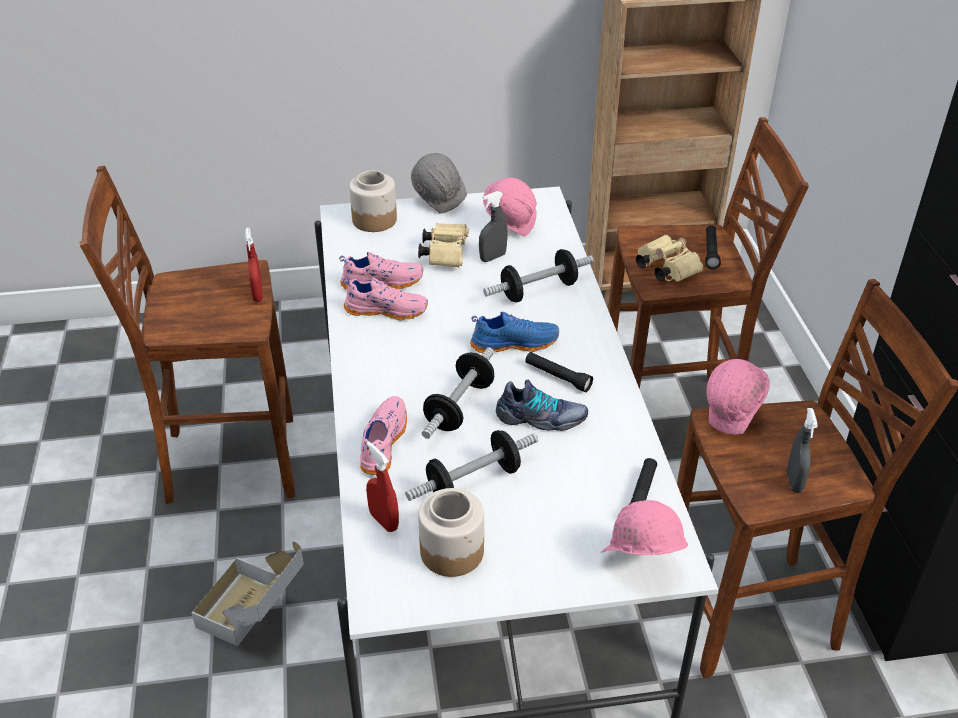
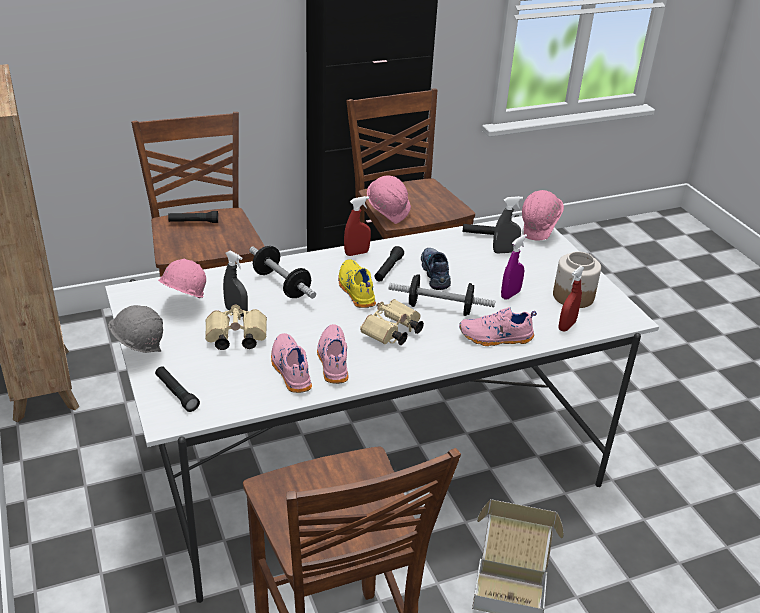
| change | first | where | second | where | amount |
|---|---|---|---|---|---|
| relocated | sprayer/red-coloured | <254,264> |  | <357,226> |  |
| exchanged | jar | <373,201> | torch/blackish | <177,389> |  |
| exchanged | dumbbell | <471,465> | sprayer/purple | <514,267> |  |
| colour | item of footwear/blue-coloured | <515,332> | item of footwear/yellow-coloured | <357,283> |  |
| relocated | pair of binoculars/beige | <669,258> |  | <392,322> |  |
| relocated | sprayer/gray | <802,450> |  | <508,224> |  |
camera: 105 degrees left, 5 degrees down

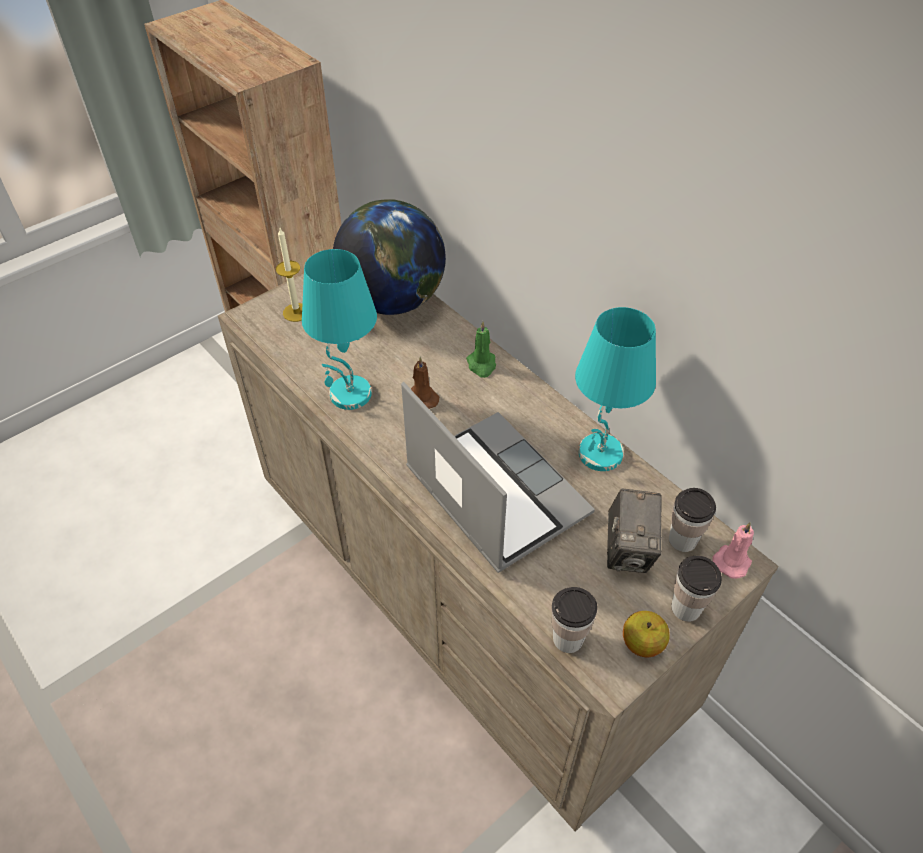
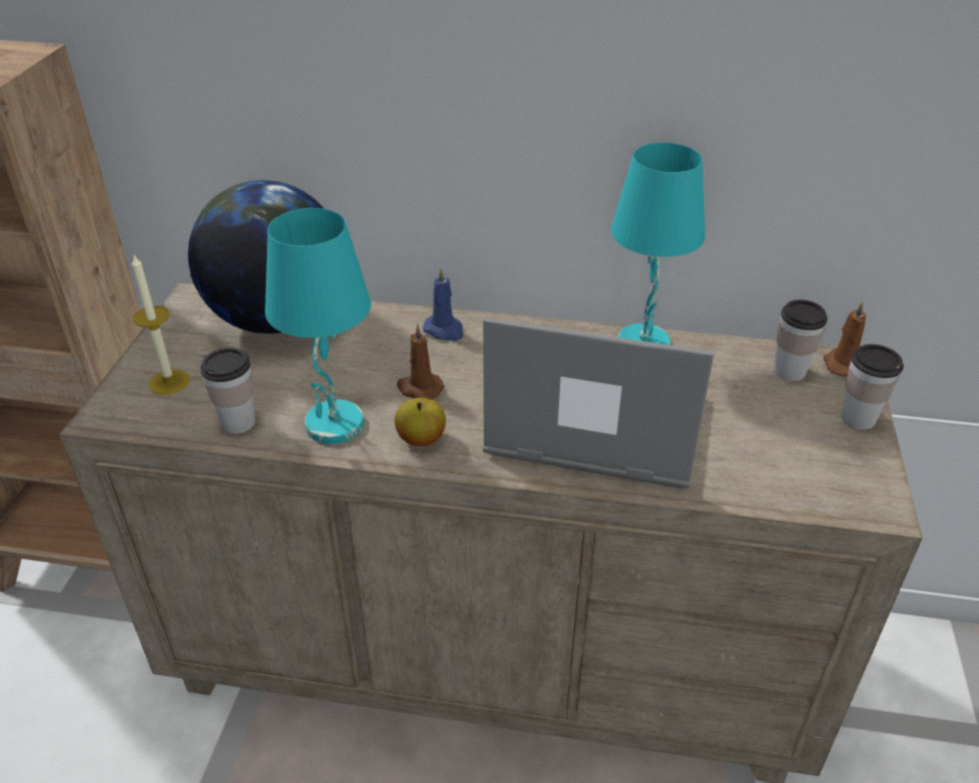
| change | first | where | second | where | amount |
|---|---|---|---|---|---|
| colour | wax light/greenish | <481,349> | wax light/blue-coloured | <442,304> |  |
| relocated | cup | <575,620> |  | <227,391> |  |
| missing | photo camera | <634,531> |  |  |  |
| relocated | apple | <646,634> |  | <420,422> |  |
| colour | wax light/pinkish | <733,550> | wax light/brown | <845,338> |  |
camera: 40 degrees left, 10 degrees down

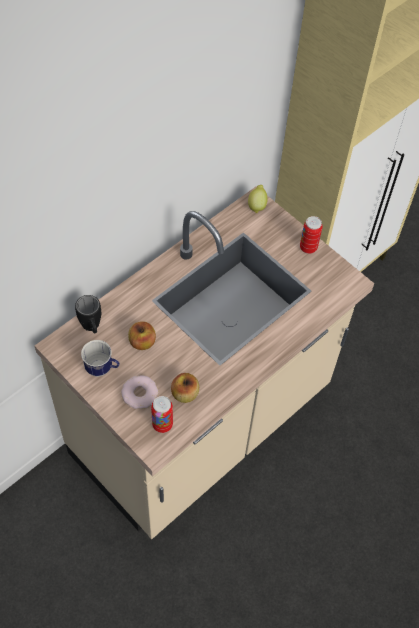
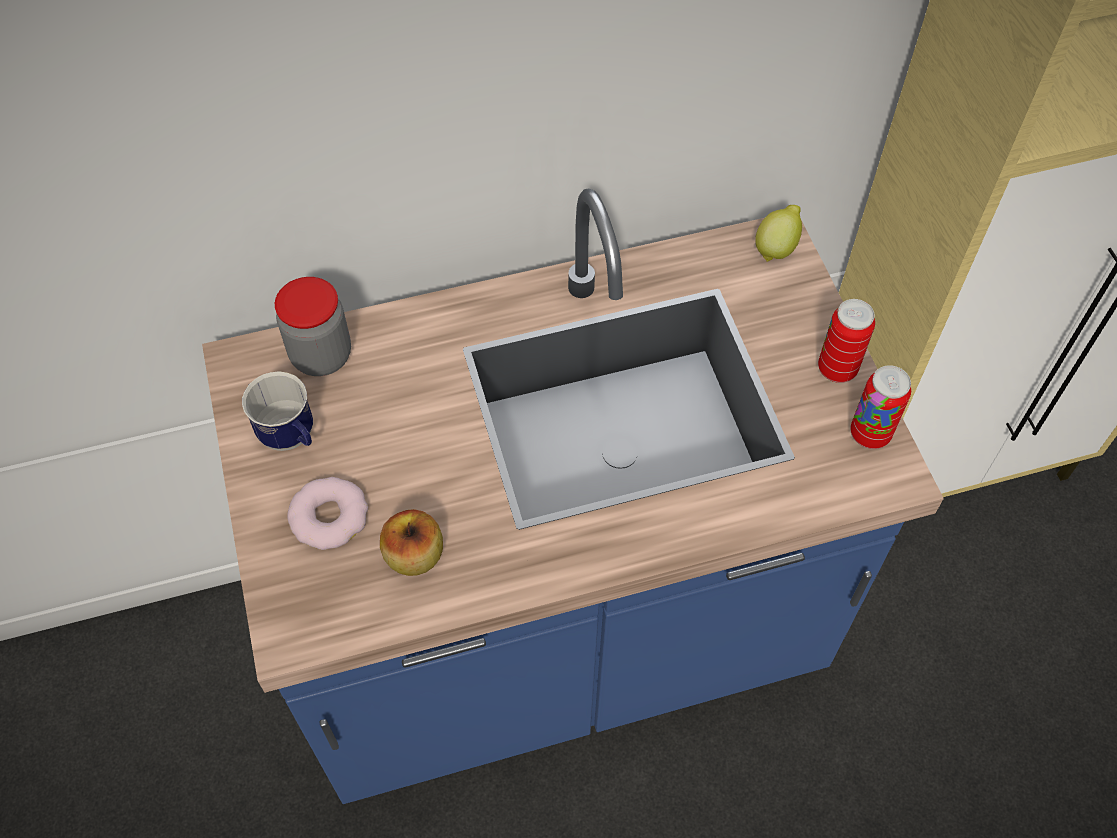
| change | first | where | second | where | amount |
|---|---|---|---|---|---|
| colour | counter/beige | <204,362> | counter/blue-coloured | <573,496> |  |
| exchanged | tea mug/blackish | <88,314> | jar | <313,326> |  |
| missing | apple | <142,335> |  |  |  |
| relocated | metal can | <162,414> |  | <880,407> |  |
camera: 30 degrees right, 0 degrees up

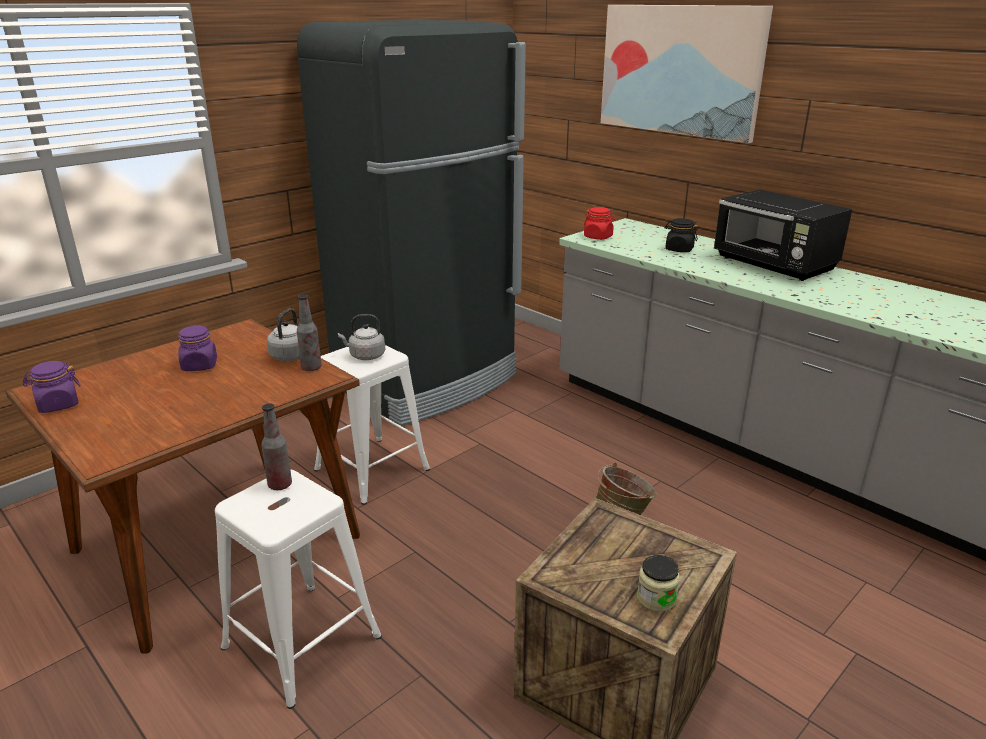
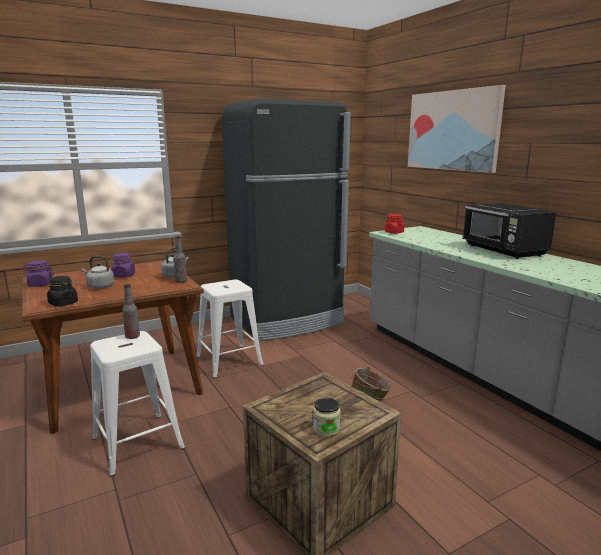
| change | first | where | second | where | amount |
|---|---|---|---|---|---|
| relocated | kettle/gray | <361,337> |  | <98,272> |  |
| relocated | jar/blackish | <681,235> |  | <62,291> |  |
camera: 15 degrees right, 10 degrees down

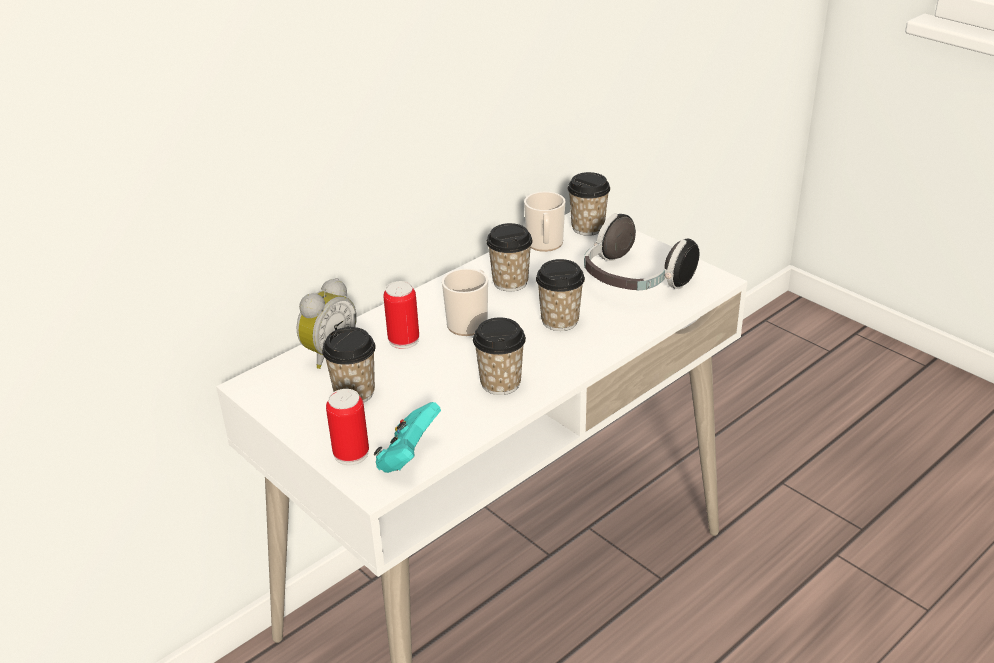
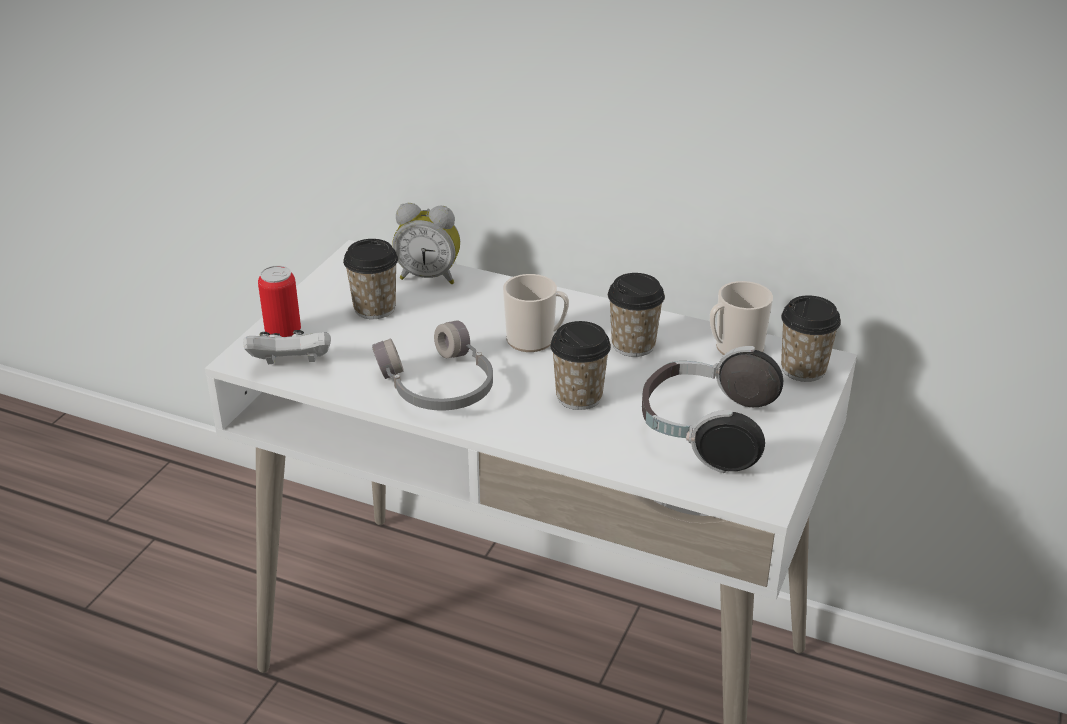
| change | first | where | second | where | amount |
|---|---|---|---|---|---|
| colour | game controller/turquoise-coloured | <407,437> | game controller/white-coloured | <287,347> |  |
| missing | metal can | <401,315> |  |  |  |
| exchanged | cup | <499,356> | pair of headphones/gray | <432,365> |  |
camera: 65 degrees right, 0 degrees up

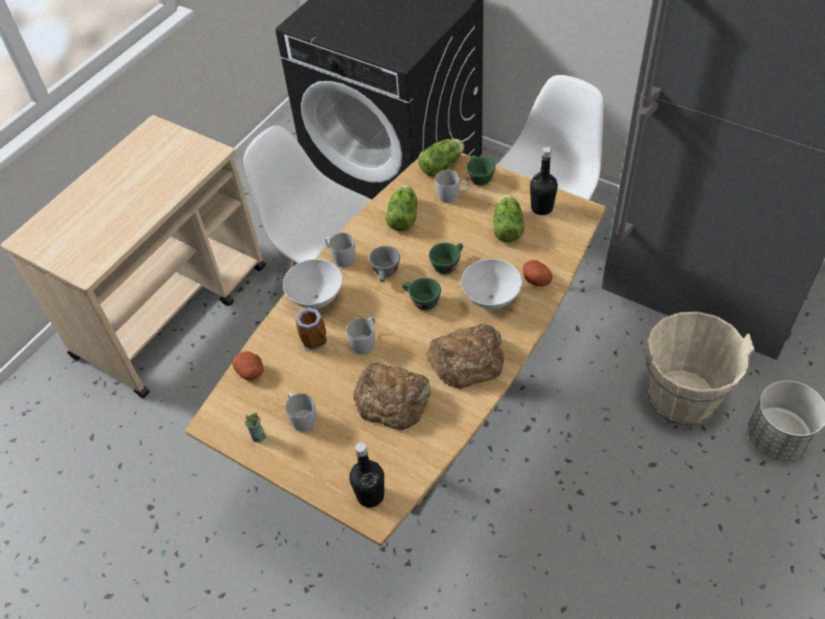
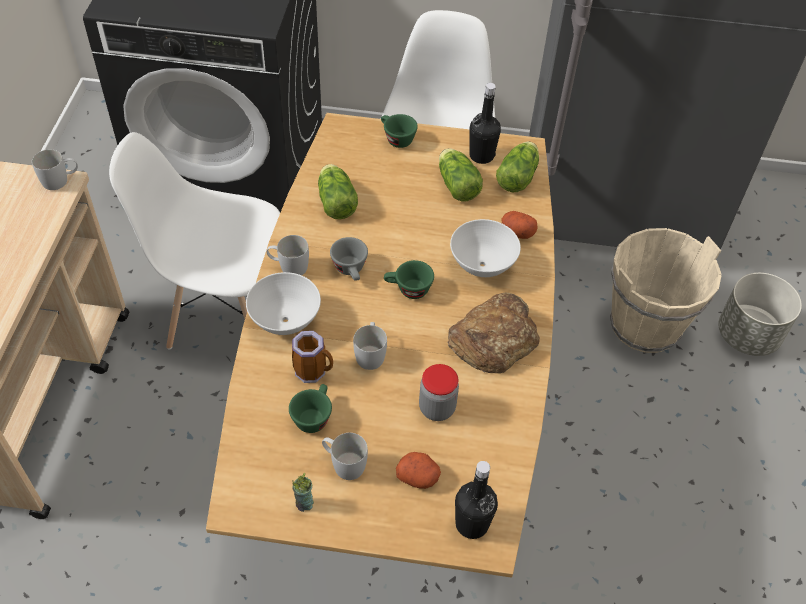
| change | first | where | second | where | amount |
|---|---|---|---|---|---|
| relocated | spud | <248,365> |  | <418,470> |  |
| exchanged | bread | <392,396> | jar | <439,392> |  |
| relocated | head of lettuce | <441,157> |  | <517,166> |  |
| relocated | cup/greenish | <446,258> |  | <310,408> |  |
| relocated | tea mug/white-coloured | <452,186> |  | <55,169> |  |
camera: 30 degrees left, 0 degrees up

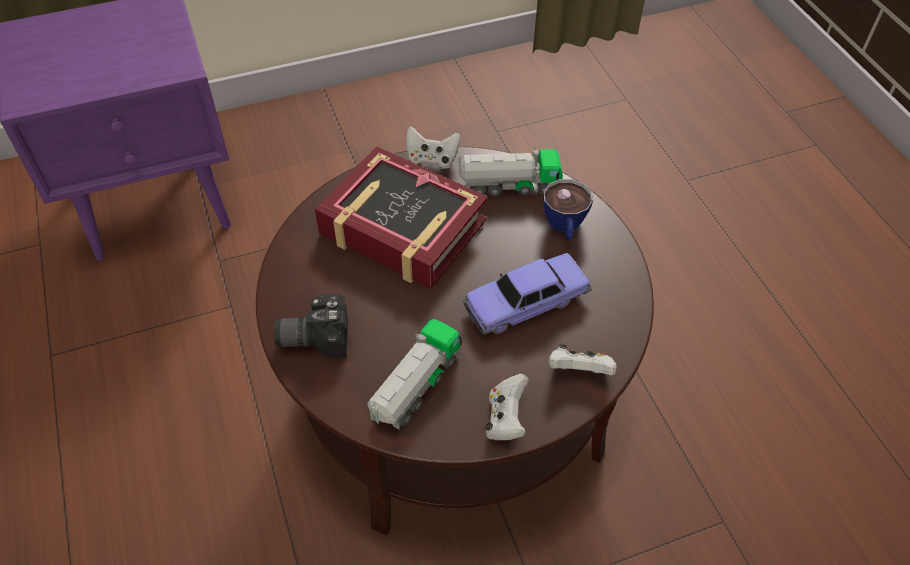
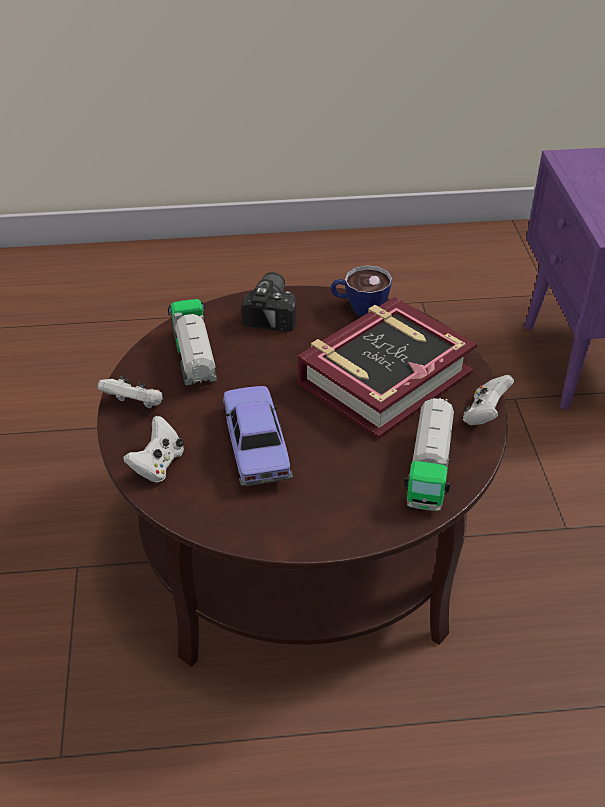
| change | first | where | second | where | amount |
|---|---|---|---|---|---|
| spun | model truck | <414,374> |  | <192,342> | 150 degrees counterclockwise |
| relocated | cup | <568,209> |  | <361,291> |  |
camera: 105 degrees right, 10 degrees down

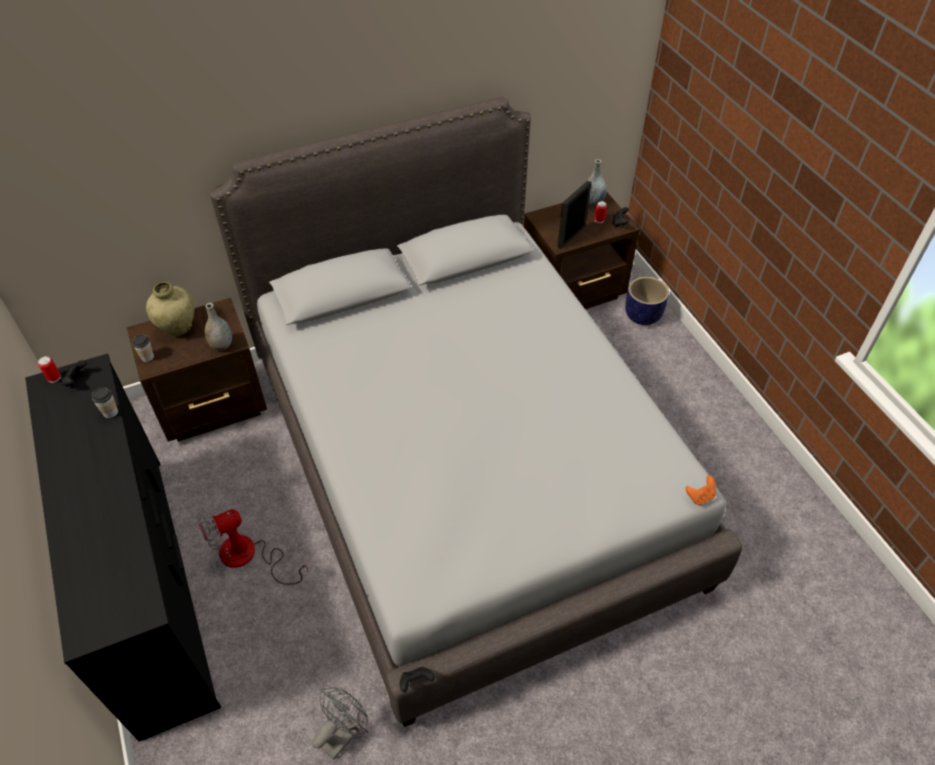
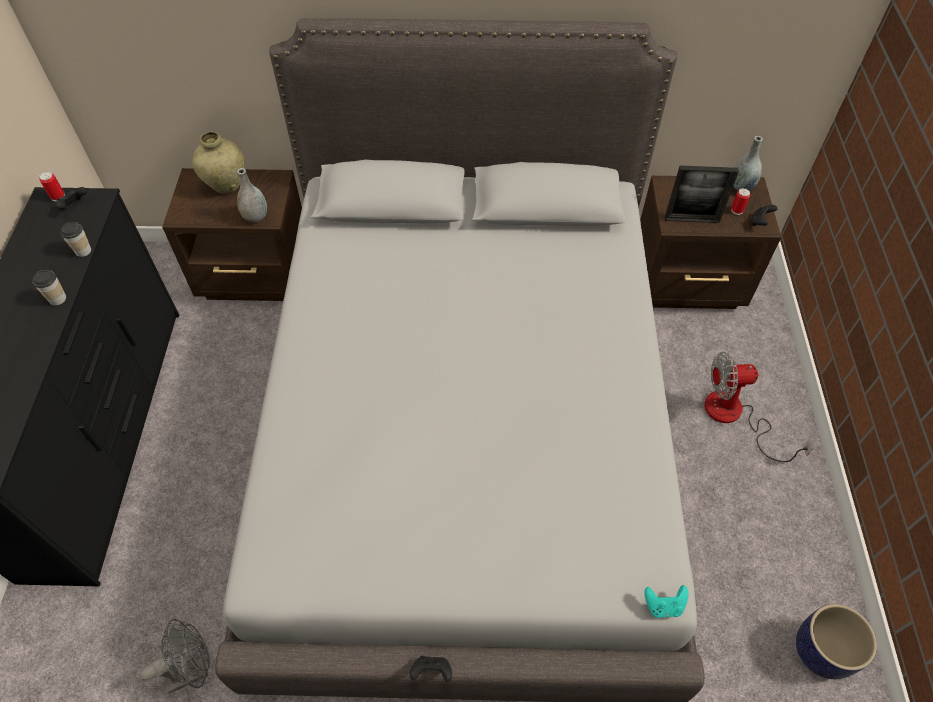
| change | first | where | second | where | amount |
|---|---|---|---|---|---|
| relocated | cup | <143,348> |  | <49,287> |  |
| relocated | electric fan | <252,546> |  | <758,407> |  |
| relocated | game controller/blackish | <417,679> |  | <431,669> |  |
| spun | picture frame | <574,215> |  | <702,194> | 150 degrees counterclockwise |
| relocated | planter | <647,301> |  | <836,641> |  |
| colour | game controller/orange-coloured | <700,490> | game controller/turquoise-coloured | <666,601> |  |
camera: 25 degrees right, 5 degrees up

